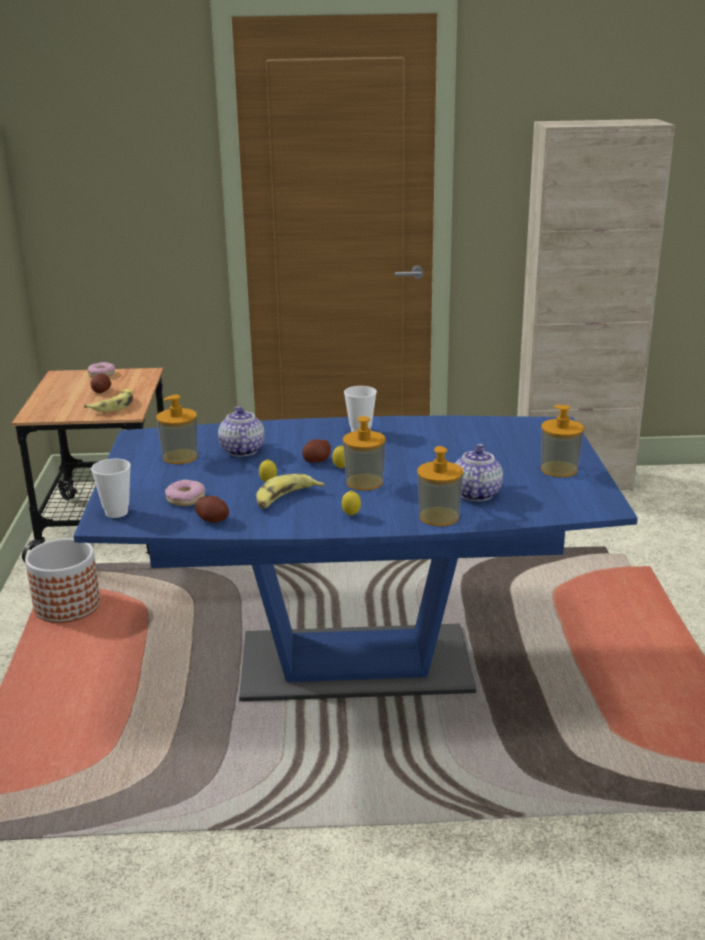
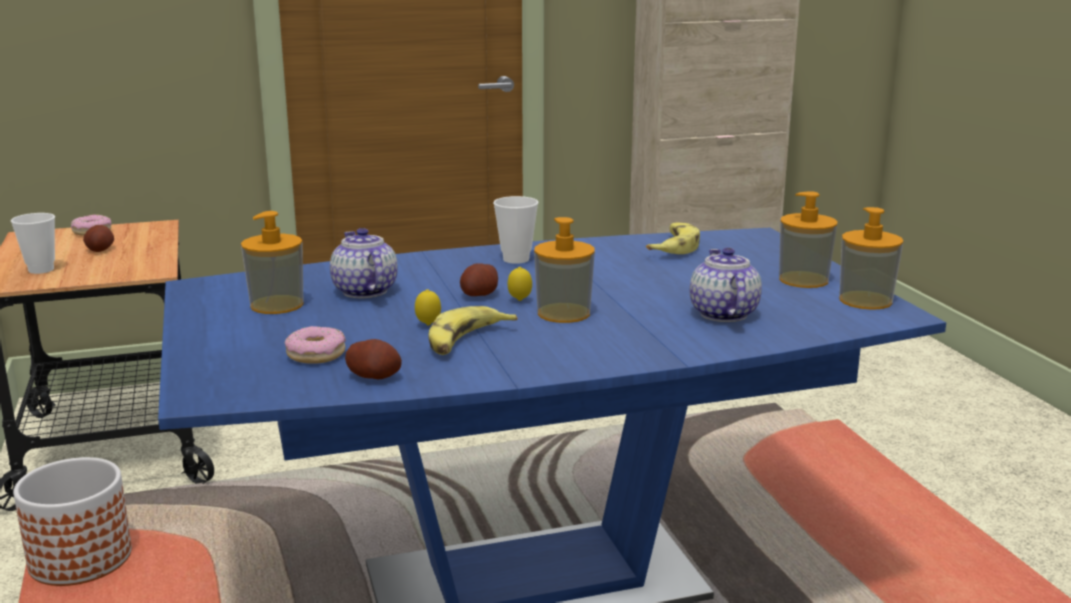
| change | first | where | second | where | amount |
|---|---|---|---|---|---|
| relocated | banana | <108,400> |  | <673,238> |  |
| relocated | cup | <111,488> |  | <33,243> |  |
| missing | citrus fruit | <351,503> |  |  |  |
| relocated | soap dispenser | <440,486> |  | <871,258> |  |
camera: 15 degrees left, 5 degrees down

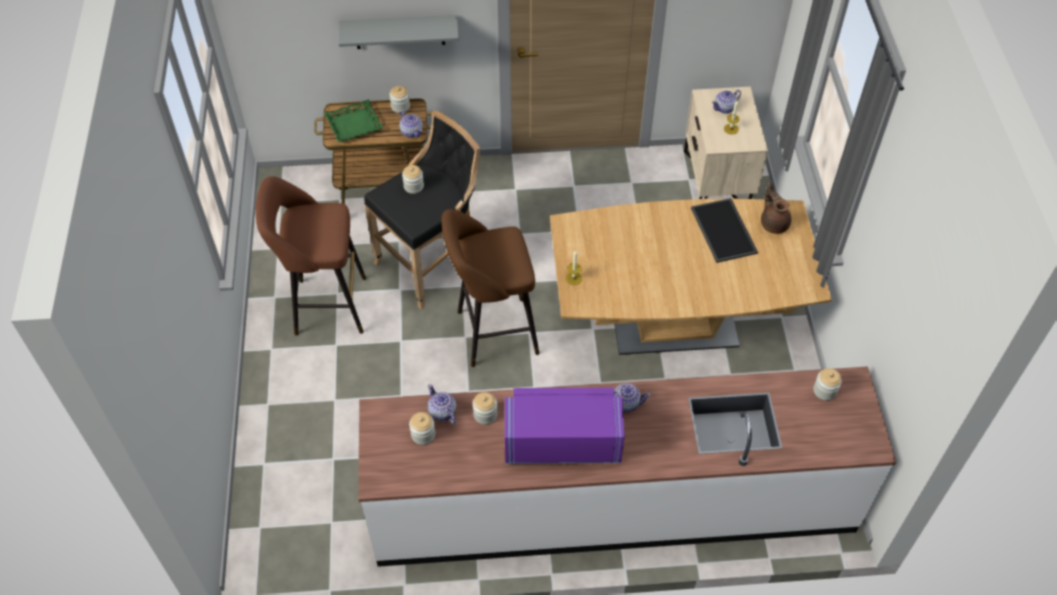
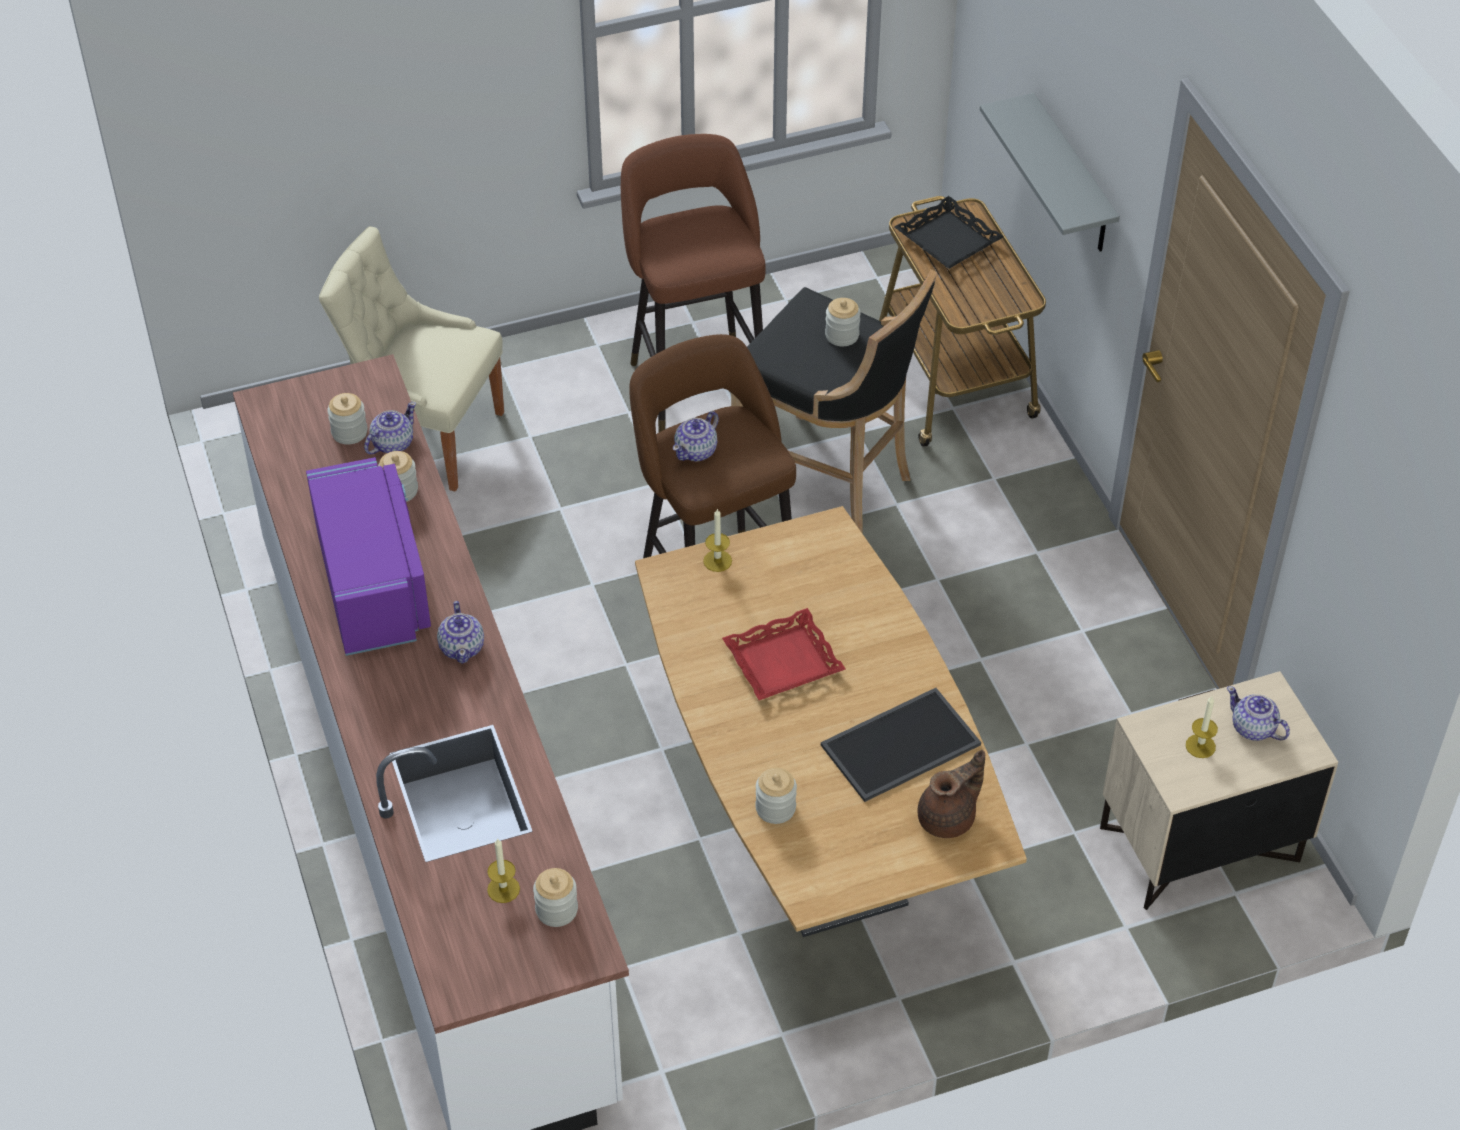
| change | first | where | second | where | amount |
|---|---|---|---|---|---|
| colour | serving tray/greenish | <354,120> | serving tray/blackish | <949,232> |  |
| relocated | jar | <399,99> |  | <776,796> |  |
| relocated | pot for tea | <411,124> |  | <696,436> |  |
| appeared |  |  | plain chair/beige | <411,359> |  |
| appeared |  |  | wax light | <503,870> |  |
| appeared |  |  | serving tray/red-coloured | <783,654> |  |
camera: 75 degrees right, 5 degrees down

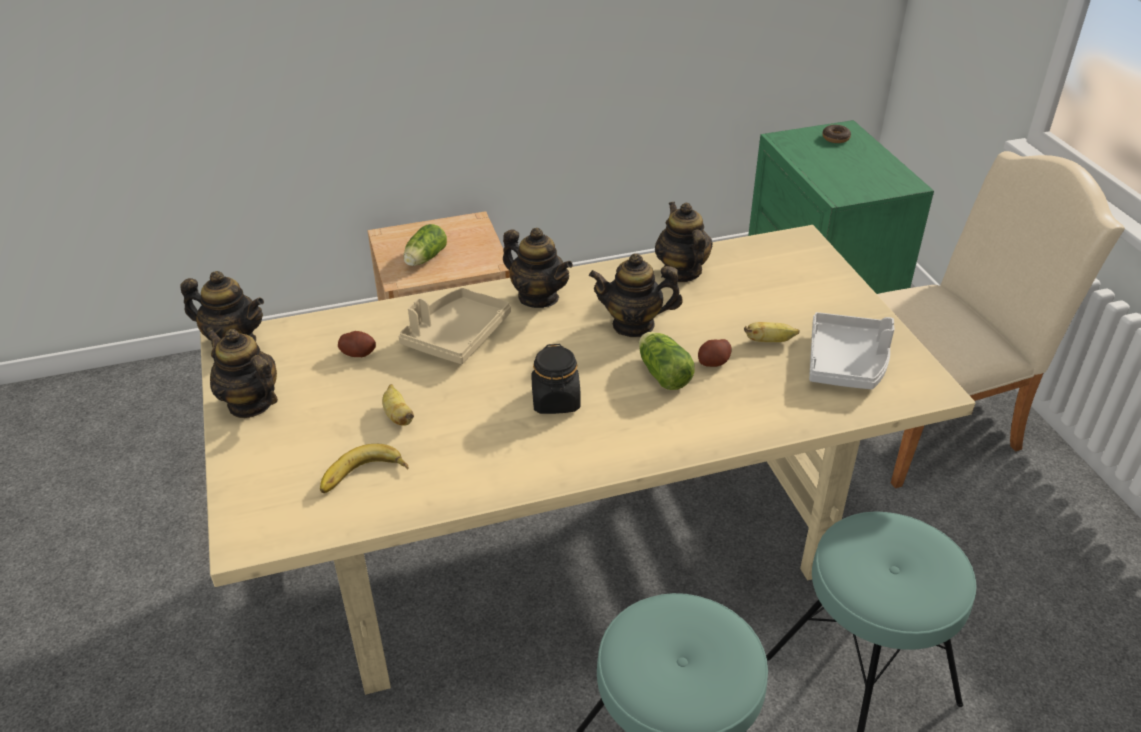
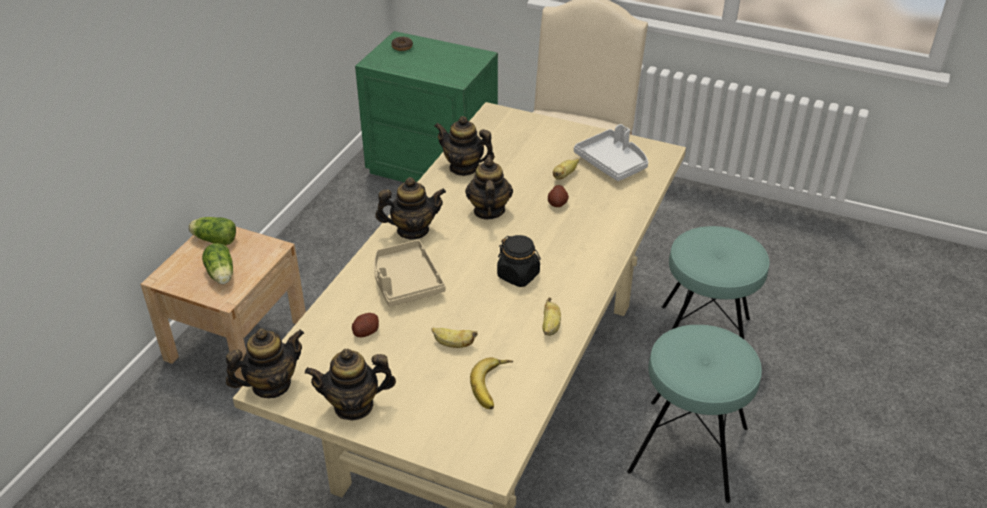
| change | first | where | second | where | amount |
|---|---|---|---|---|---|
| spun | pot for tea | <636,295> |  | <489,187> | 135 degrees clockwise |
| relocated | head of lettuce | <667,361> |  | <212,231> |  |
| appeared |  |  | banana | <551,316> |  |
camera: 50 degrees left, 0 degrees up

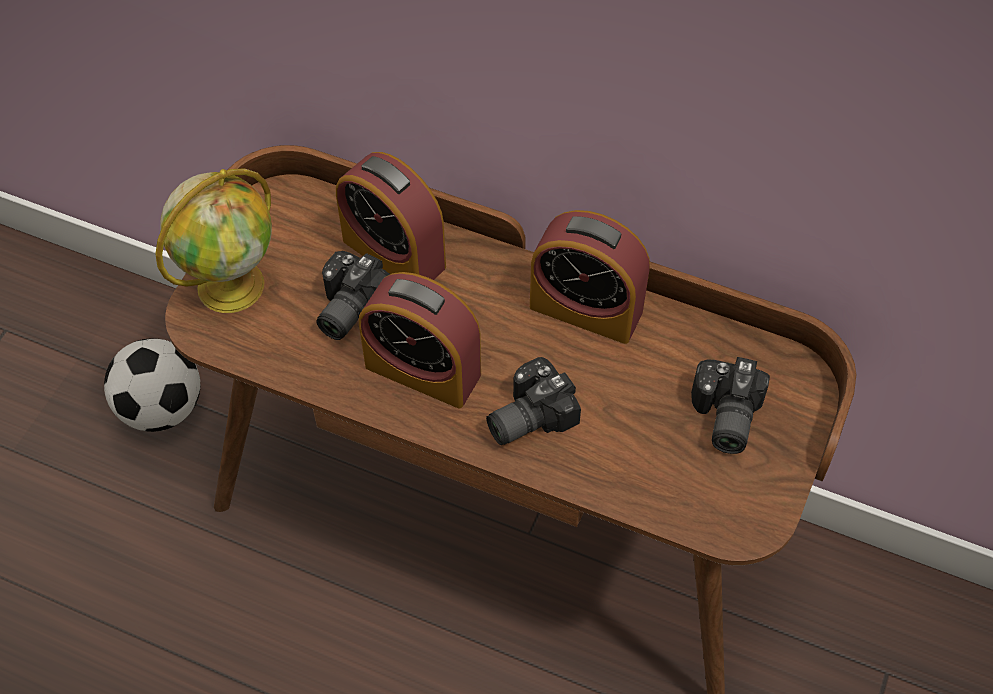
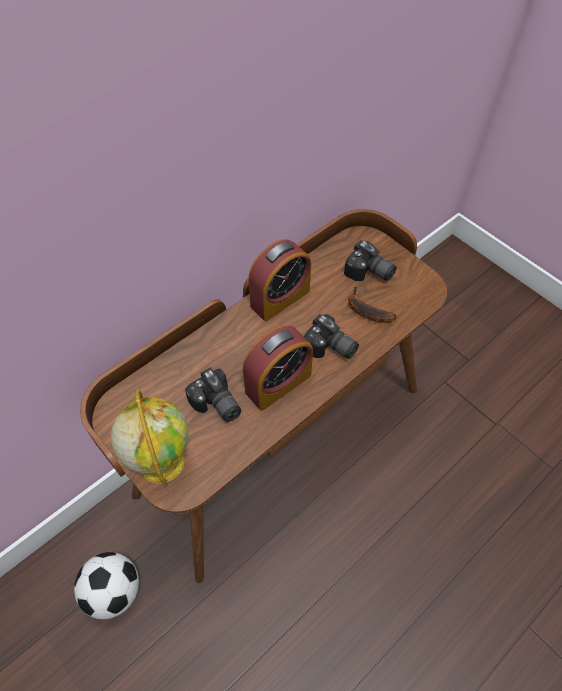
| change | first | where | second | where | amount |
|---|---|---|---|---|---|
| missing | table clock | <391,216> |  |  |  |
| spun | photo camera | <533,401> |  | <331,336> | 45 degrees counterclockwise |
| appeared |  |  | banana | <372,304> |  |
camera: 65 degrees left, 0 degrees up

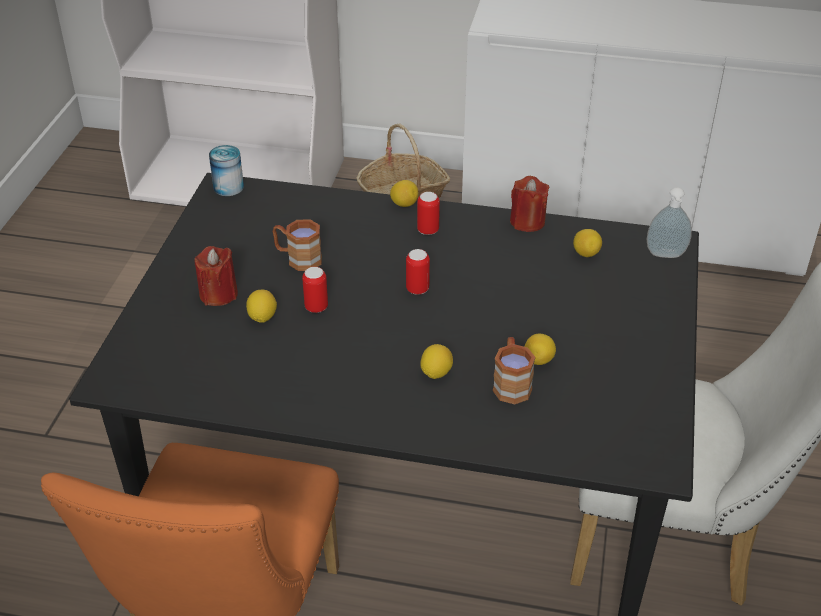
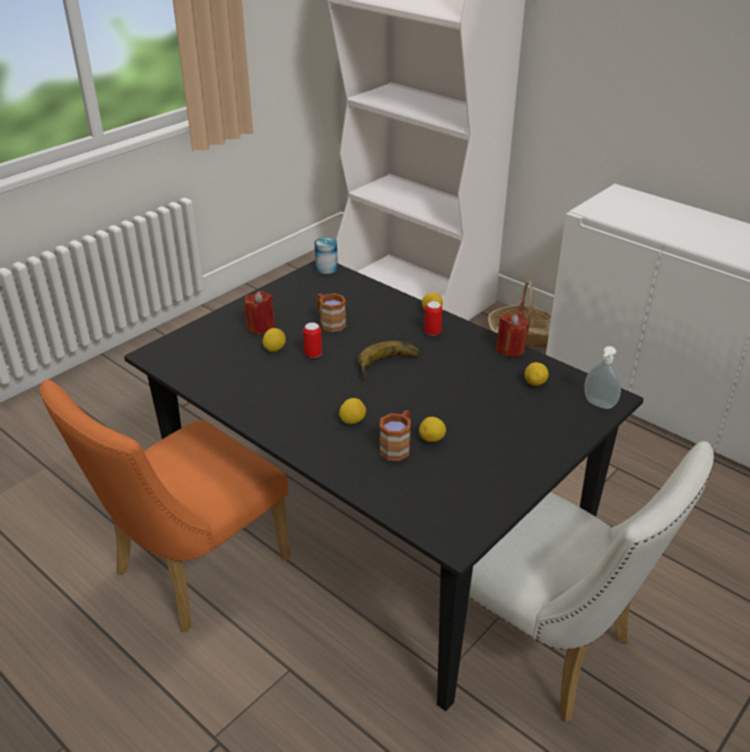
| change | first | where | second | where | amount |
|---|---|---|---|---|---|
| exchanged | metal can | <418,272> | banana | <389,360> |  |
camera: 30 degrees right, 5 degrees down

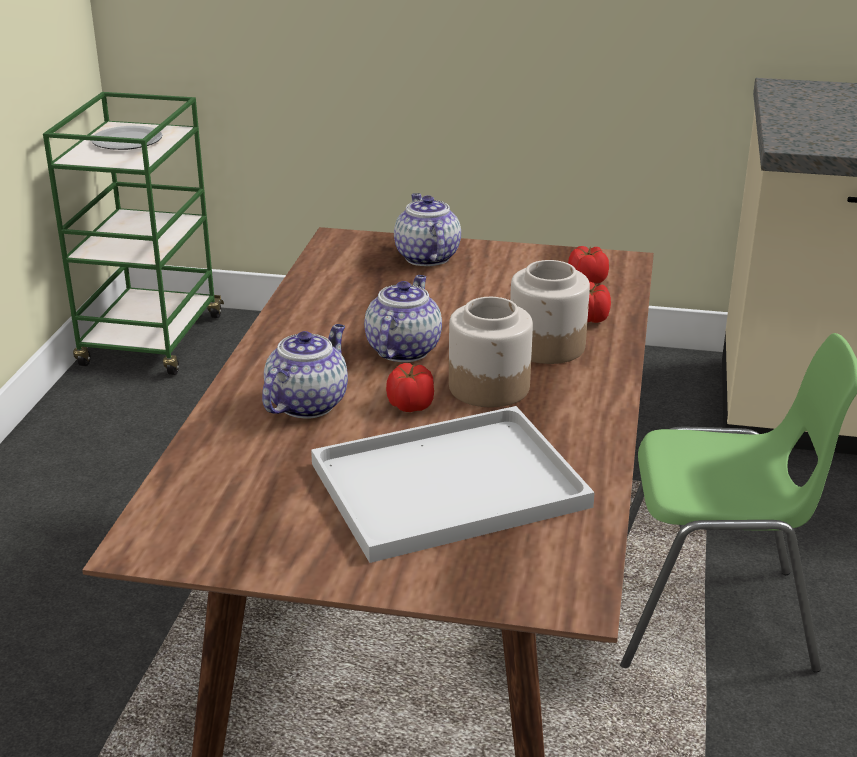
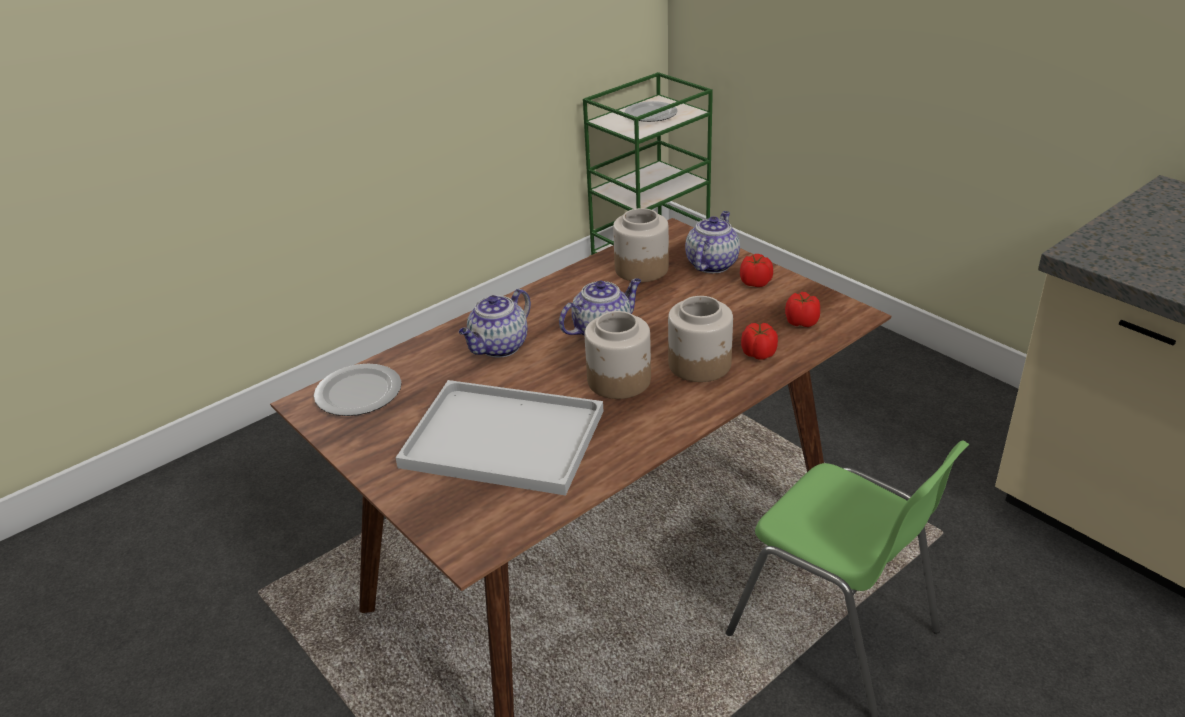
| change | first | where | second | where | amount |
|---|---|---|---|---|---|
| spun | pot for tea | <305,371> |  | <495,323> | 150 degrees clockwise |
| relocated | tomato | <410,387> |  | <756,270> |  |
| appeared |  |  | flat dish | <358,390> |  |
| appeared |  |  | jar | <641,245> |  |
camera: 40 degrees right, 5 degrees up

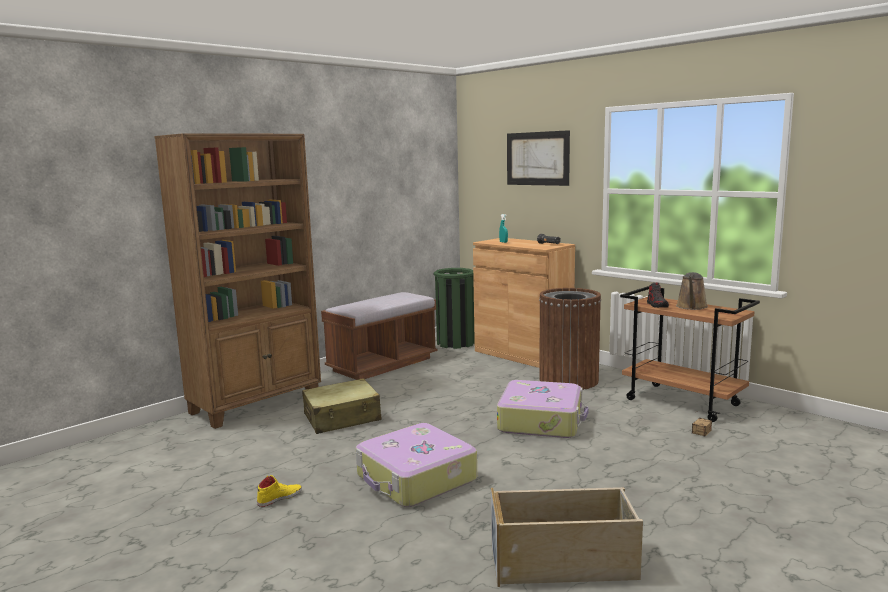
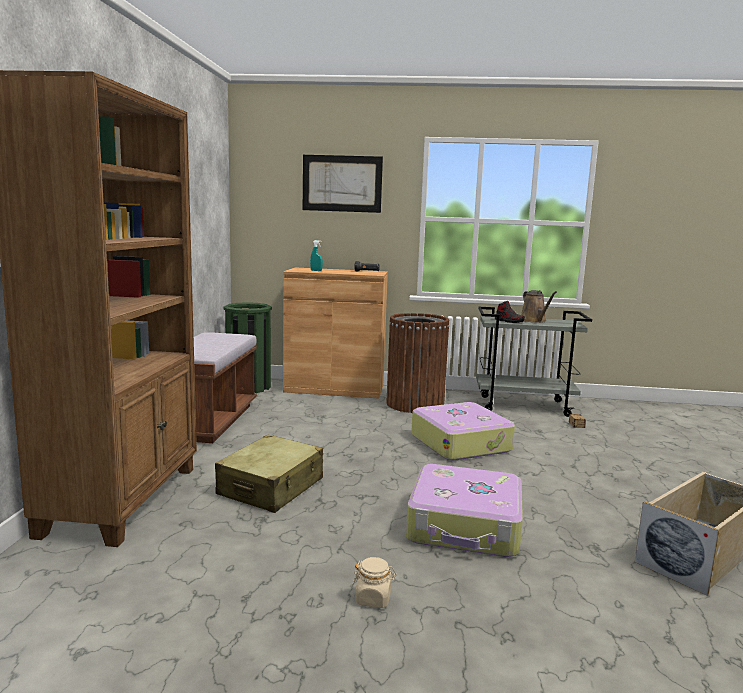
| change | first | where | second | where | amount |
|---|---|---|---|---|---|
| exchanged | item of footwear/yellow-coloured | <279,491> | jar/beige | <374,582> |  |
| colour | trolley/brown | <690,354> | trolley/gray | <534,362> |  |
camera: 40 degrees left, 0 degrees up

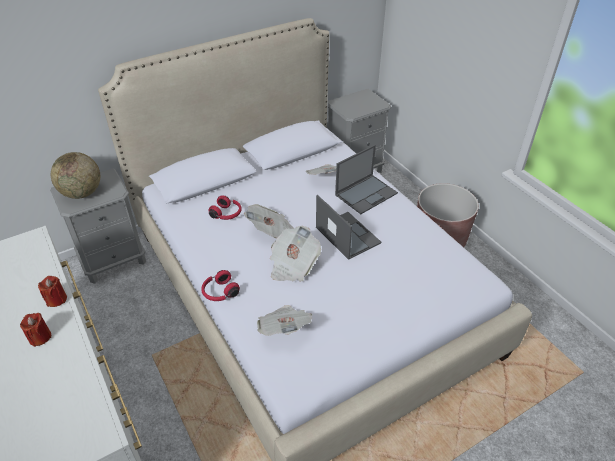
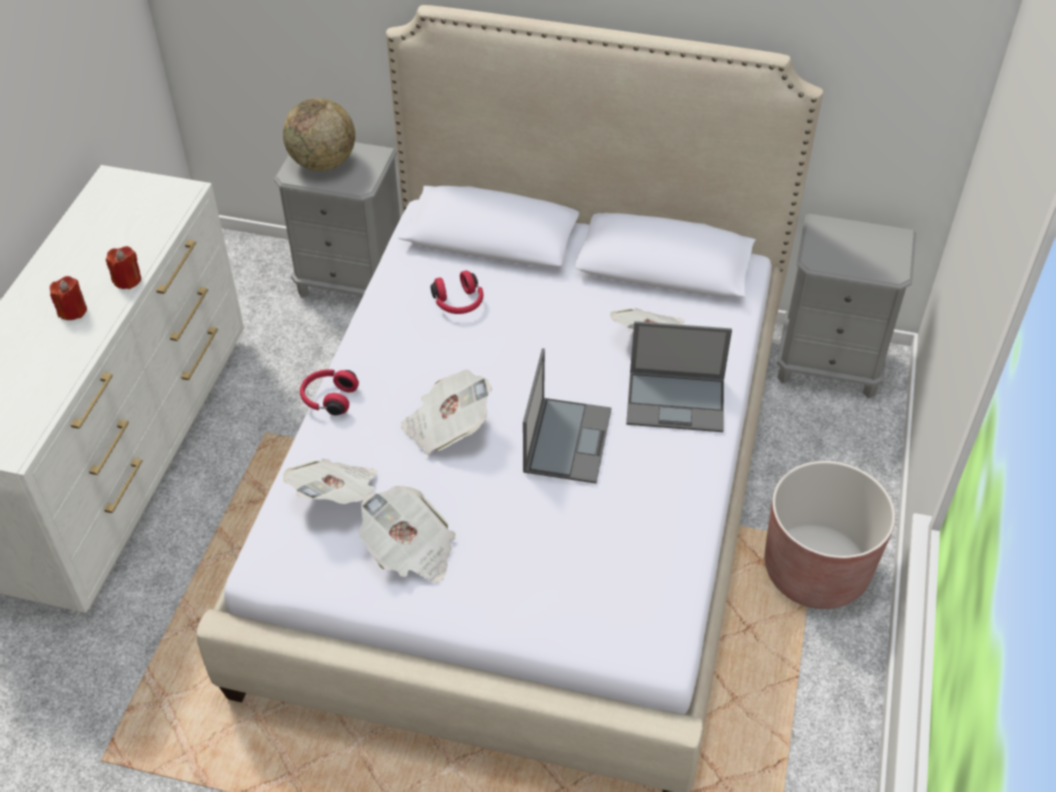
| change | first | where | second | where | amount |
|---|---|---|---|---|---|
| relocated | printed paper | <269,221> |  | <407,534> |  |
camera: 45 degrees right, 5 degrees up

